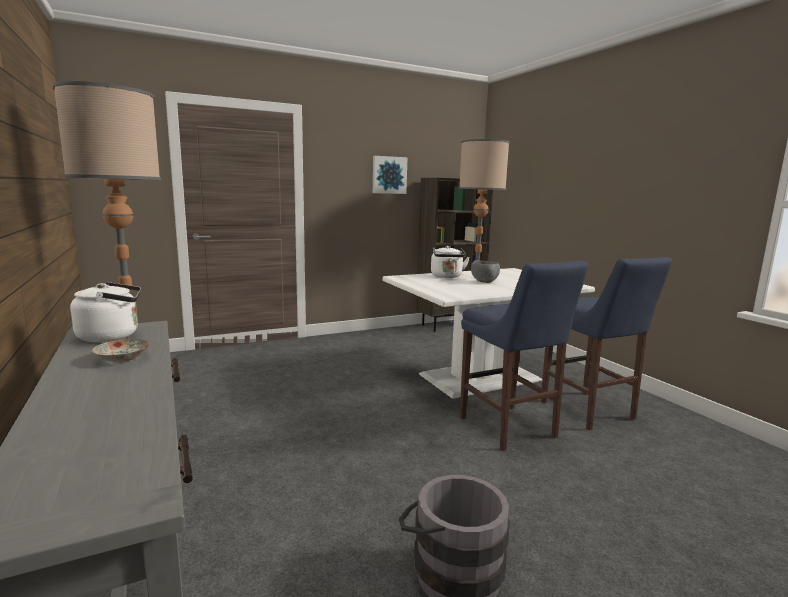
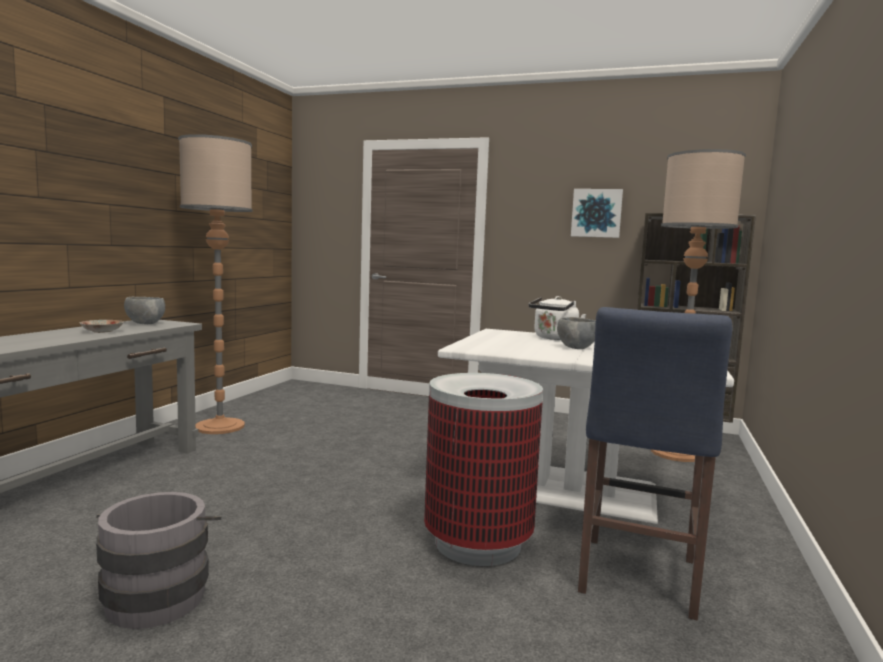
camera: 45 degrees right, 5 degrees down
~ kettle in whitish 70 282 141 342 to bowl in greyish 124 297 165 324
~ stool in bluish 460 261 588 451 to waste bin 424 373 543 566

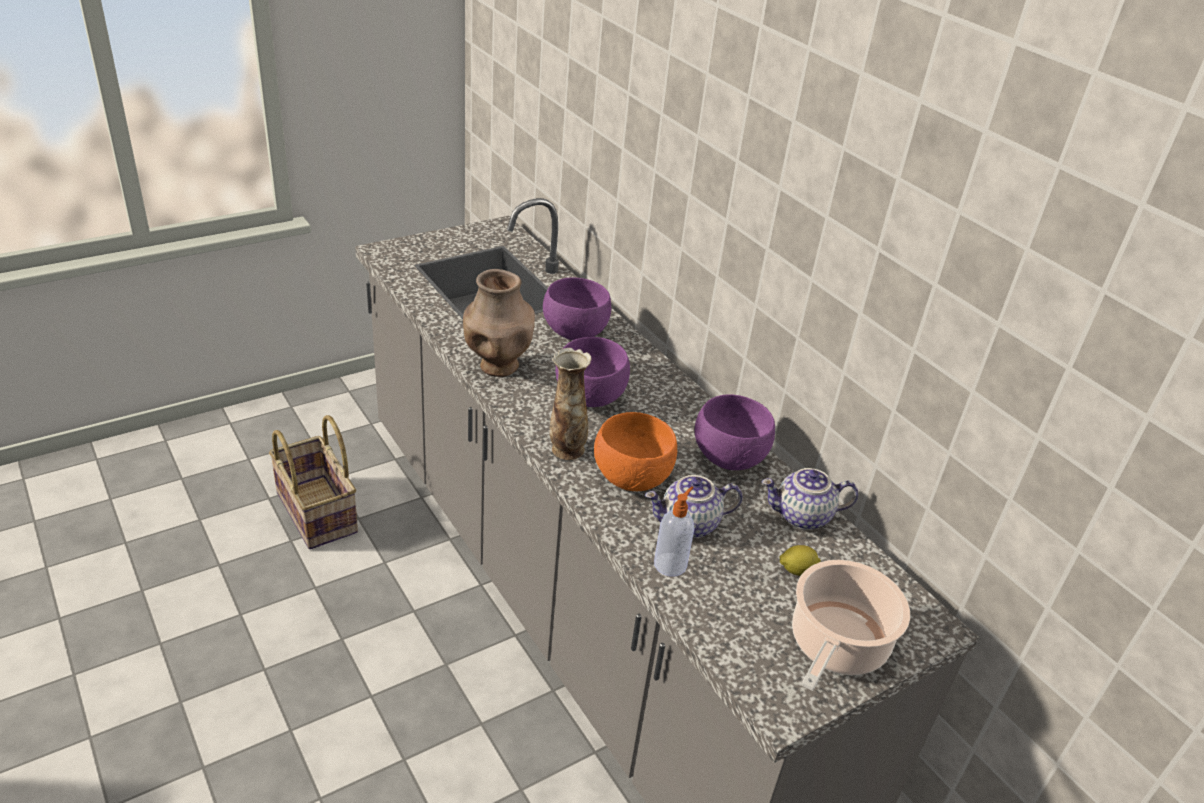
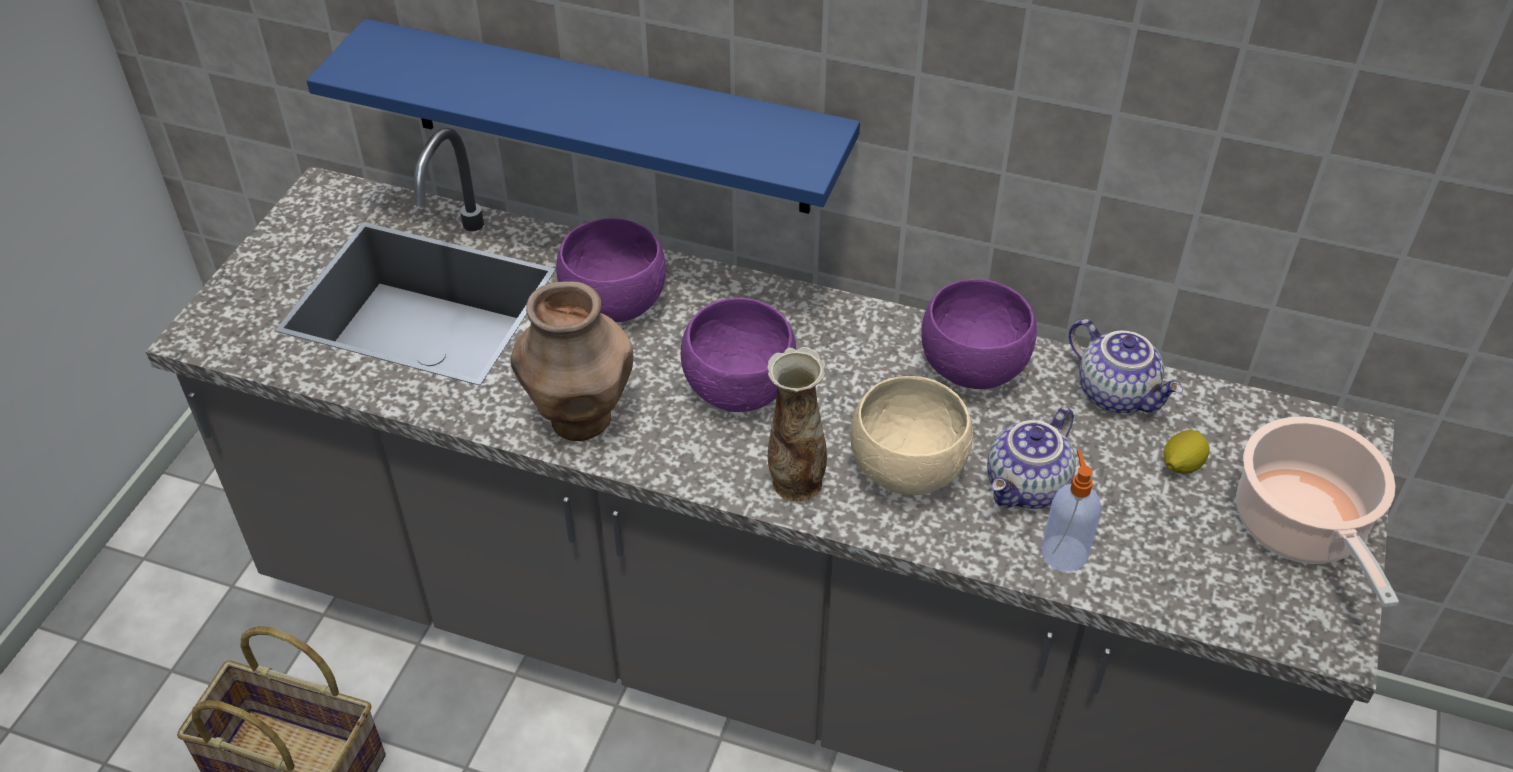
camera: 35 degrees left, 10 degrees up
+ bracket shelf in bluish 306 19 860 214
~ bowl in orange 594 412 677 491 to bowl in beige 850 376 973 495
~ teapot 762 468 858 530 = 1068 319 1183 413 90 degrees counterclockwise

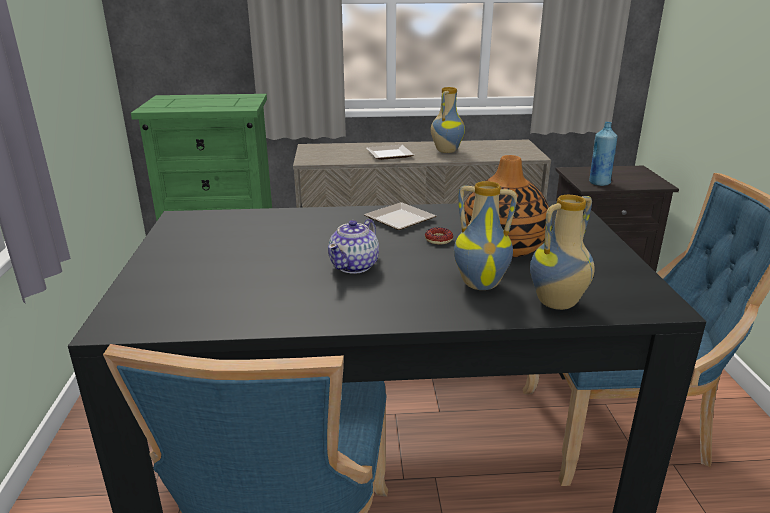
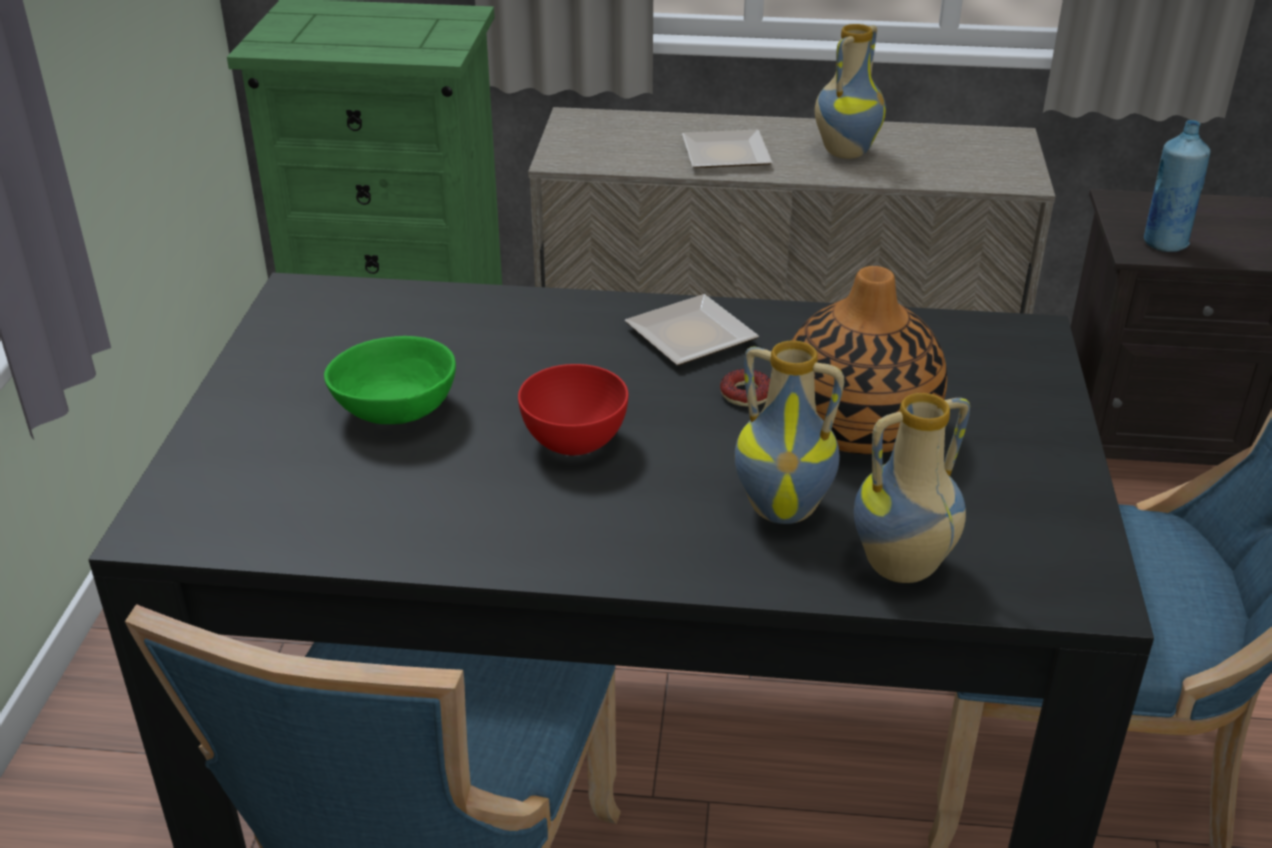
camera: 10 degrees right, 10 degrees up
+ bowl in green-coloured 324 336 456 424
~ teapot 328 219 379 274 to bowl in reddish 518 364 628 455

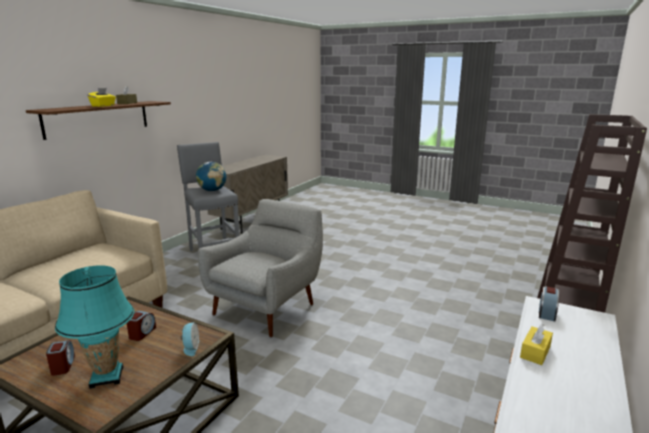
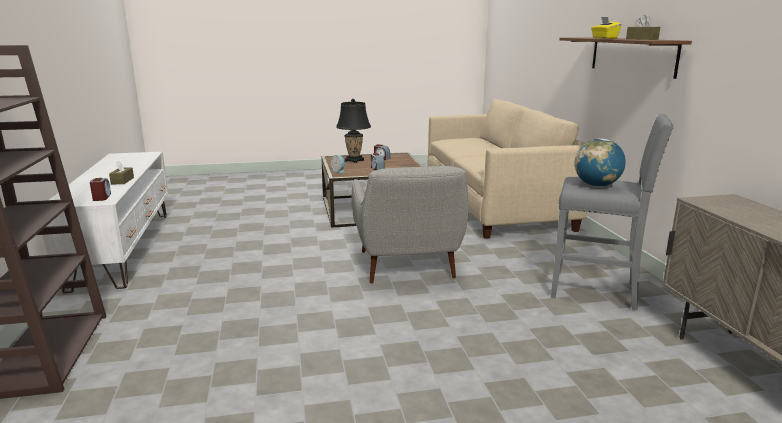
camera: 140 degrees right, 0 degrees up
~ tissue holder in yellowish 520 323 553 365 to tissue holder in brown-coloured 109 160 134 184
~ tabletop lamp in blue-green 55 266 134 389 to tabletop lamp in blackish 336 99 371 163

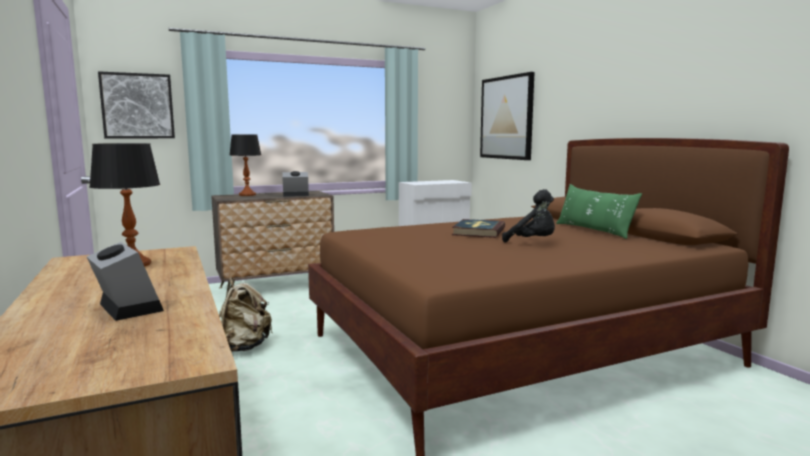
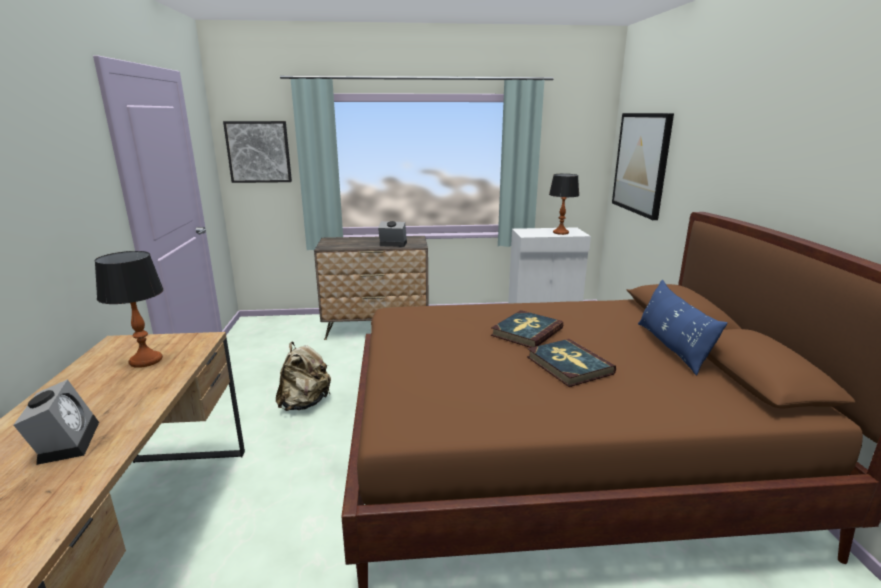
camera: 20 degrees right, 10 degrees up
~ soft toy in blackish 502 189 555 242 to bound book 527 339 616 387
~ tabletop lamp 229 135 261 196 to 549 174 579 235
~ pillow in green-coloured 556 184 642 239 to pillow in bluish 638 280 728 376

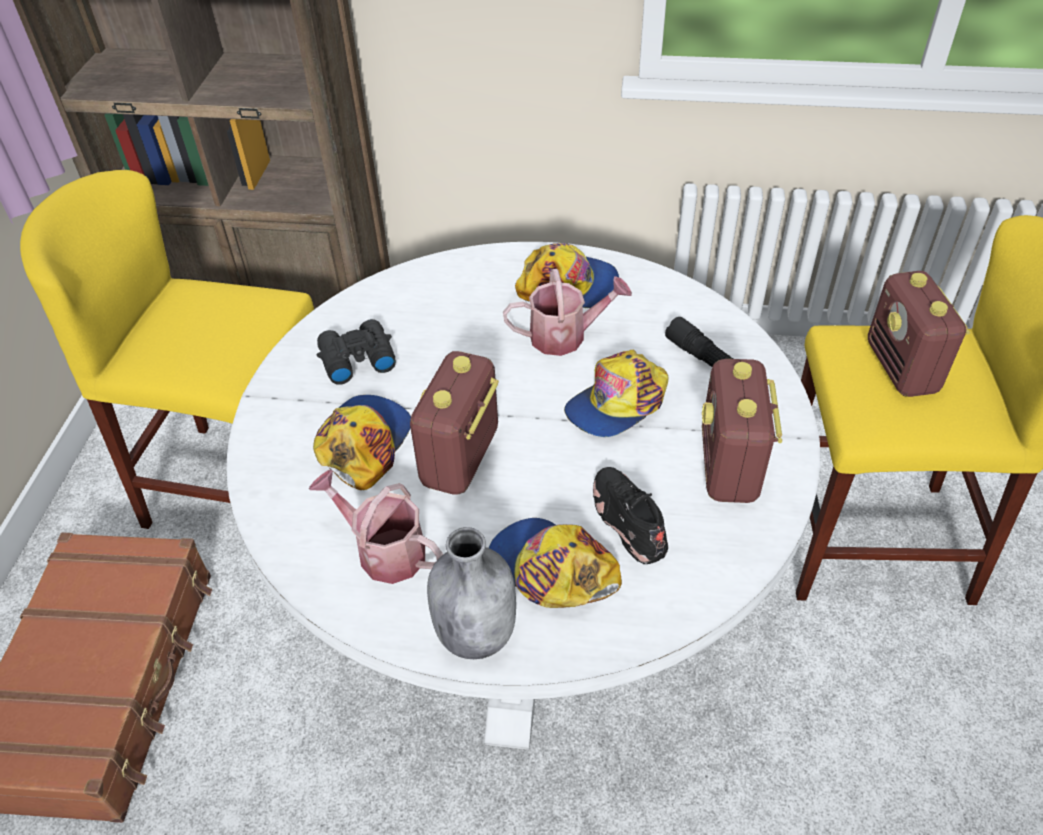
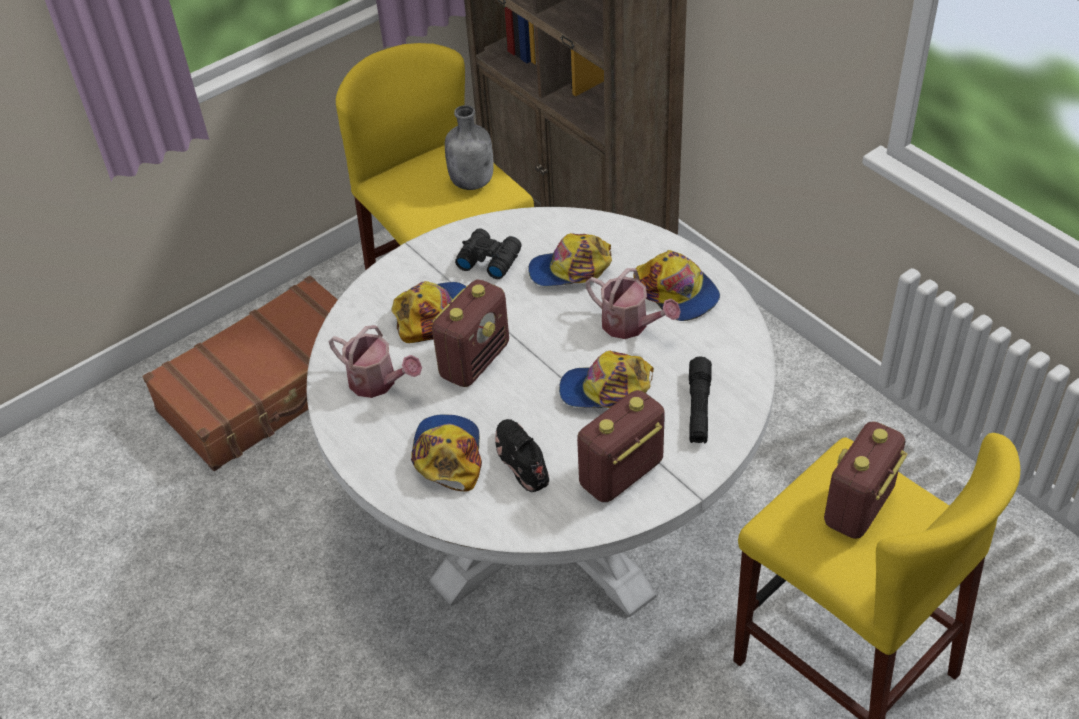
camera: 45 degrees right, 0 degrees up
~ sprinkling can 309 469 443 584 = 329 325 422 398 135 degrees clockwise
~ radio receiver 410 351 499 495 = 432 279 509 387 150 degrees clockwise
~ bottle in greyish 427 527 516 659 to 445 105 494 190
~ item of footwear in blackish 593 467 668 564 = 495 419 549 492 45 degrees counterclockwise
+ baseball cap 528 233 612 286

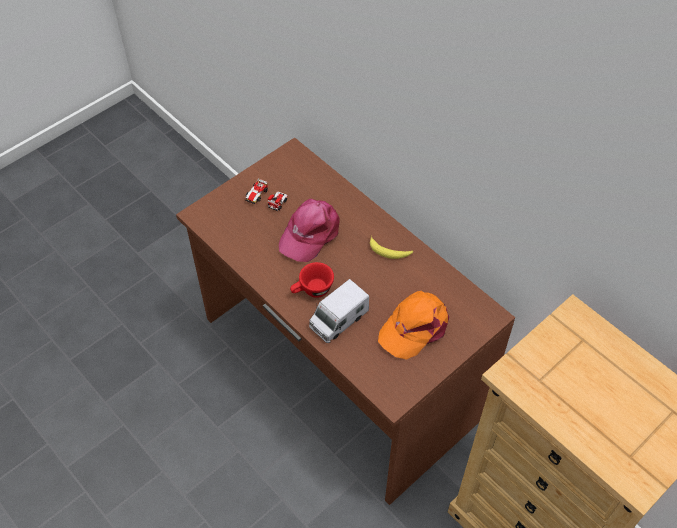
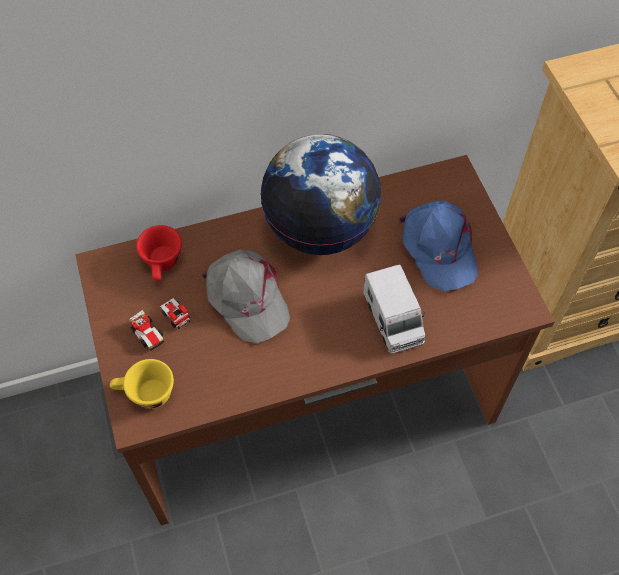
camera: 65 degrees left, 5 degrees up
+ small cup in yellowish 110 359 174 409
~ small cup in reddish 290 262 334 298 to 136 225 182 281
~ baseball cap in pinkish 279 199 340 262 to baseball cap in greyish 202 249 290 343
~ whole banana 370 235 413 259 to globe 260 134 382 255
~ baseball cap in orange 378 291 449 360 to baseball cap in bluish 399 200 478 291

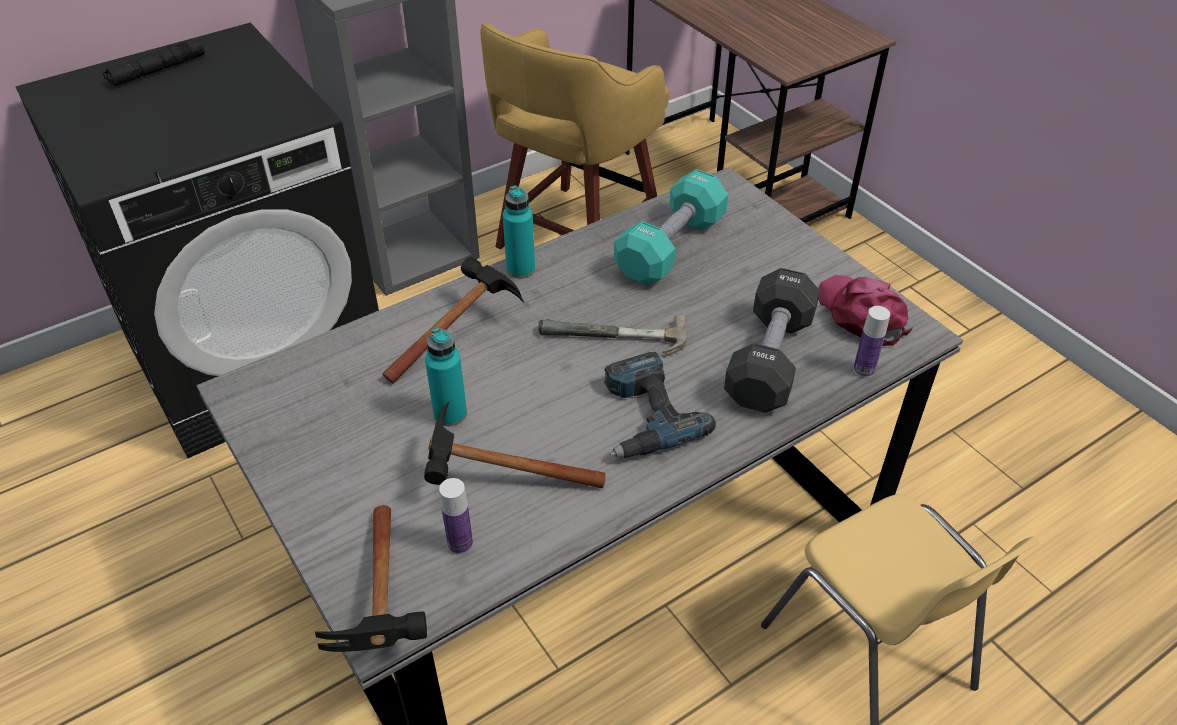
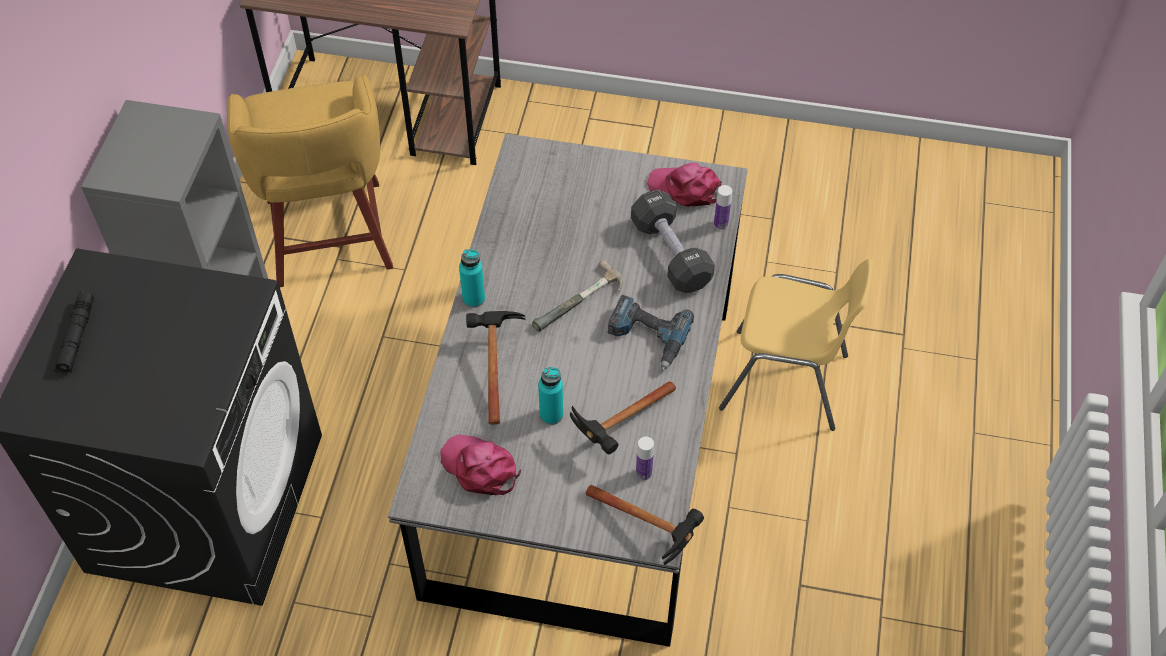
camera: 45 degrees left, 10 degrees up
+ baseball cap in pinkish 440 434 521 495
- hand weight in blue-green 614 169 728 286

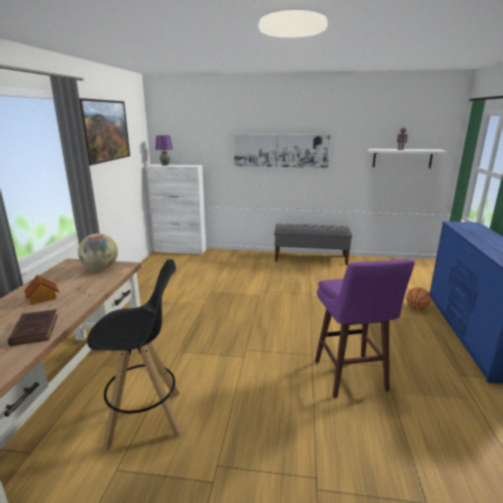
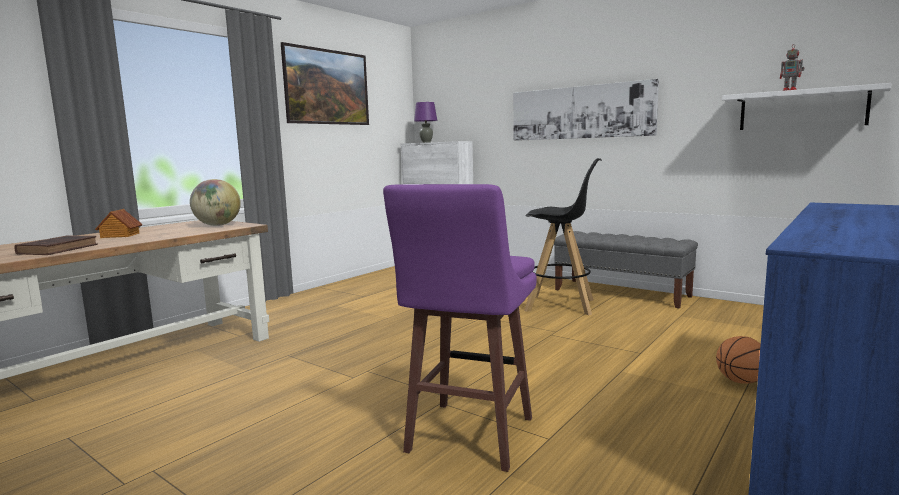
camera: 30 degrees right, 10 degrees down
~ stool in blackish 87 259 183 451 to 524 158 602 315

